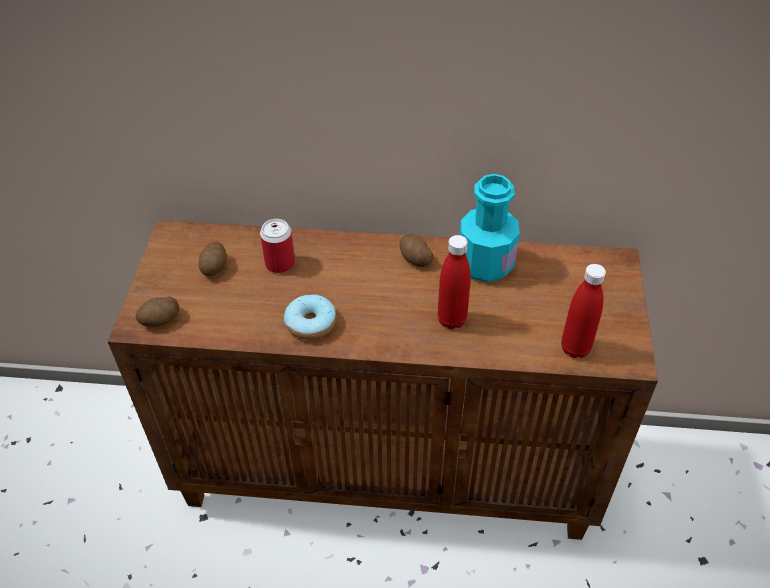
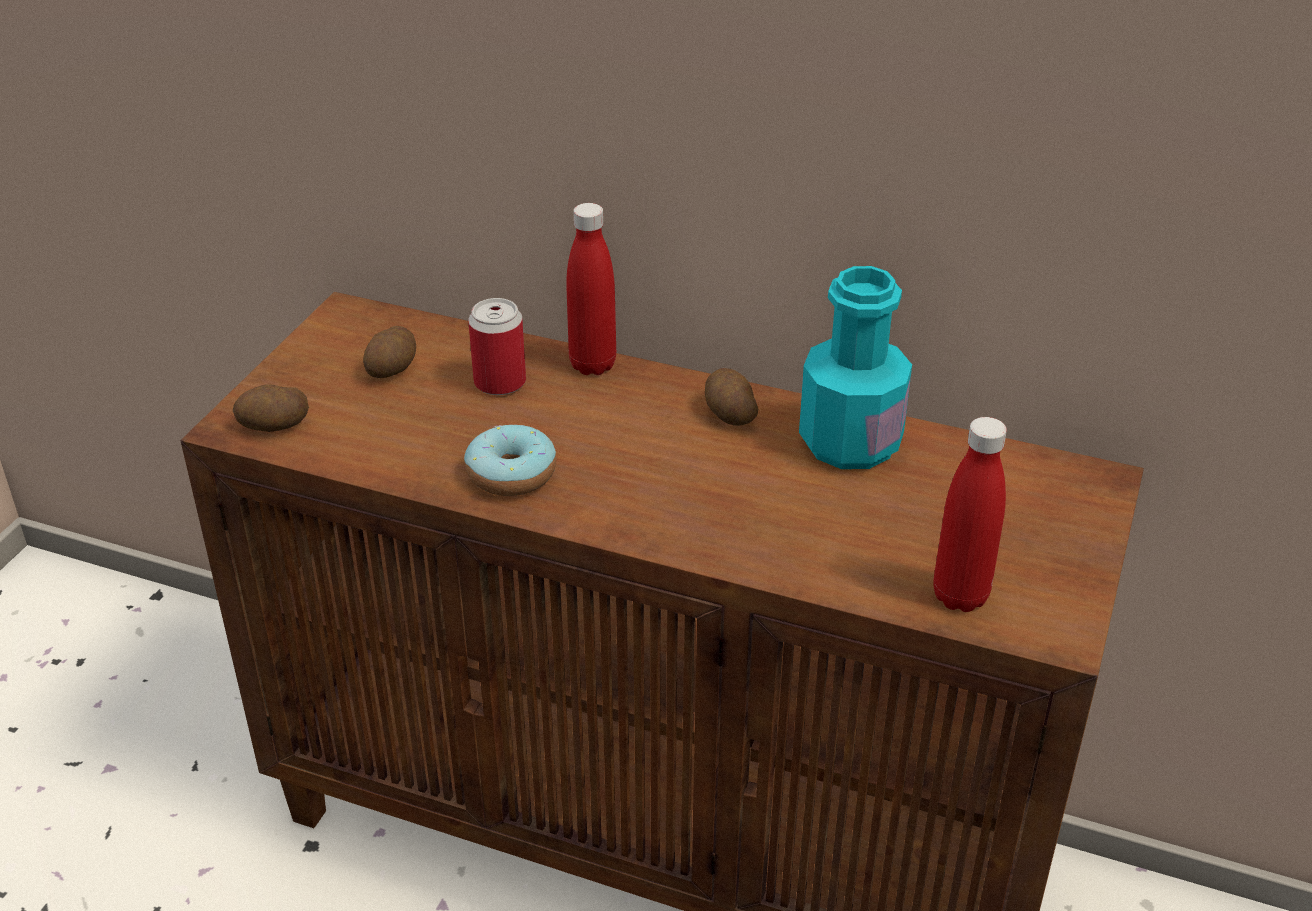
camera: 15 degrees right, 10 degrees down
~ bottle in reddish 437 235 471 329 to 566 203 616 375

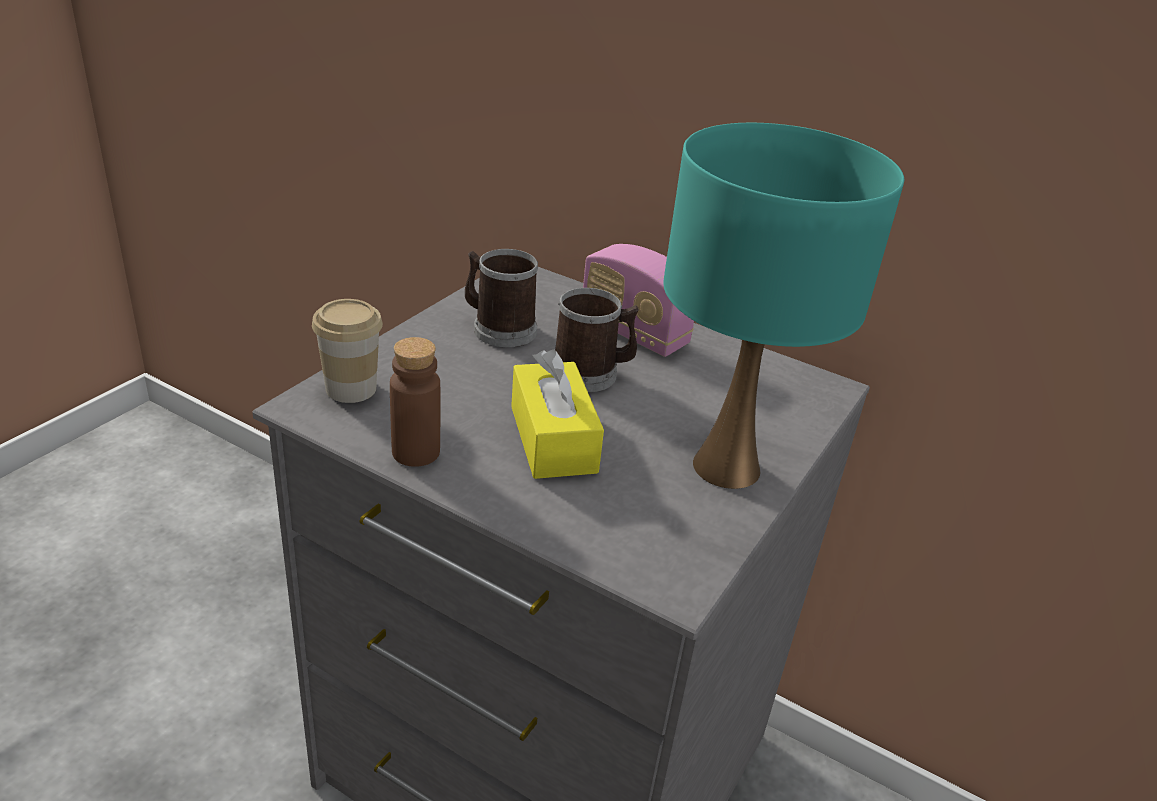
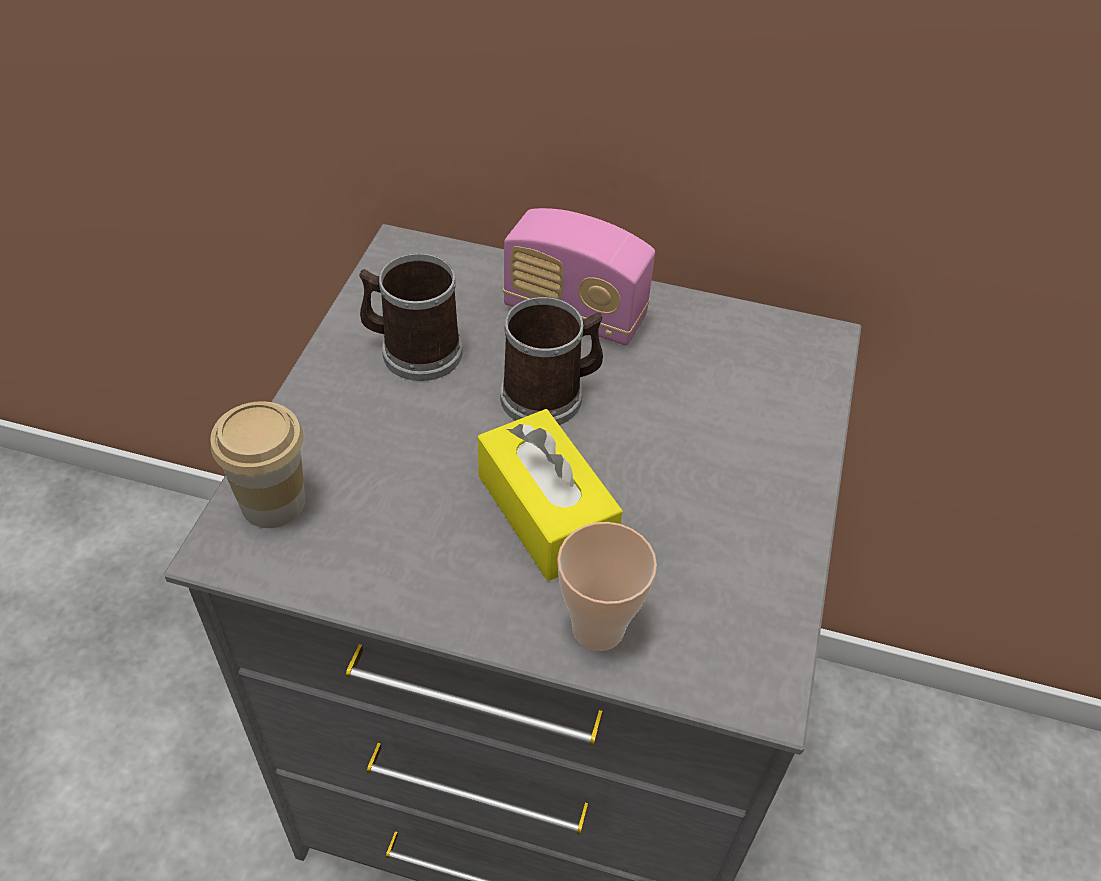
camera: 15 degrees left, 15 degrees up
+ small cup 557 522 657 651
- bottle in brown-coloured 390 337 440 467
- tabletop lamp in blue-green 664 123 904 489

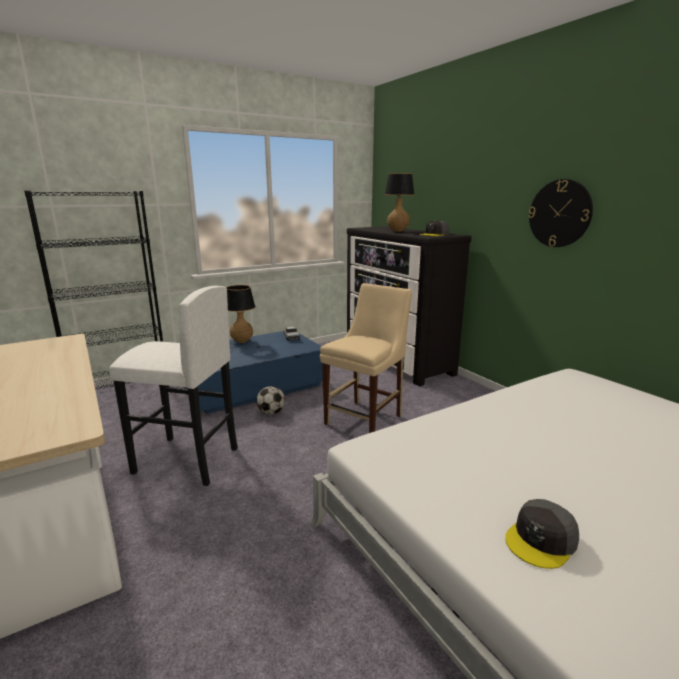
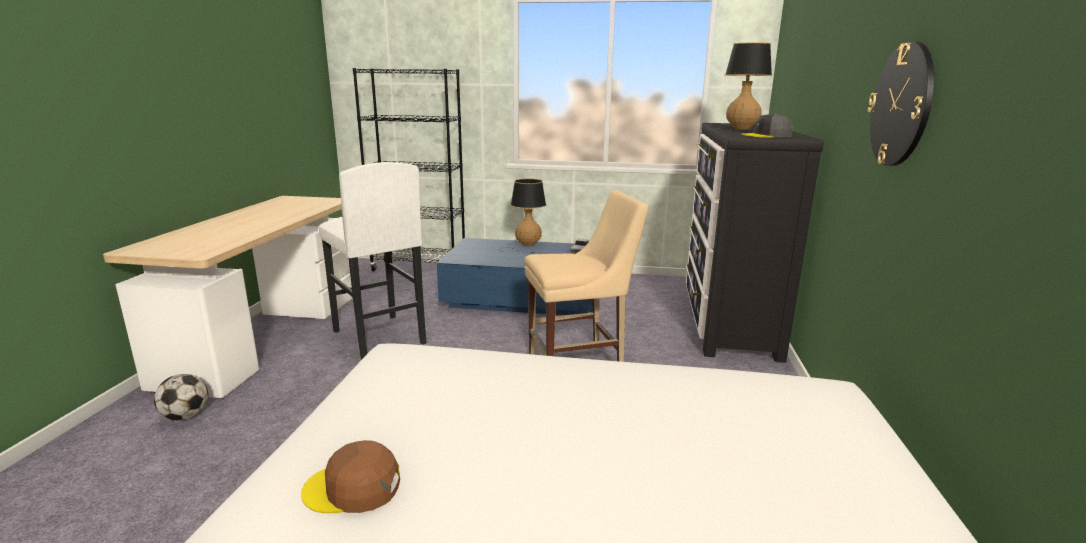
camera: 40 degrees right, 0 degrees up
~ football 256 386 285 415 to 154 374 208 420
~ baseball cap in greyish 505 499 579 569 to baseball cap in brown-coloured 301 440 400 513

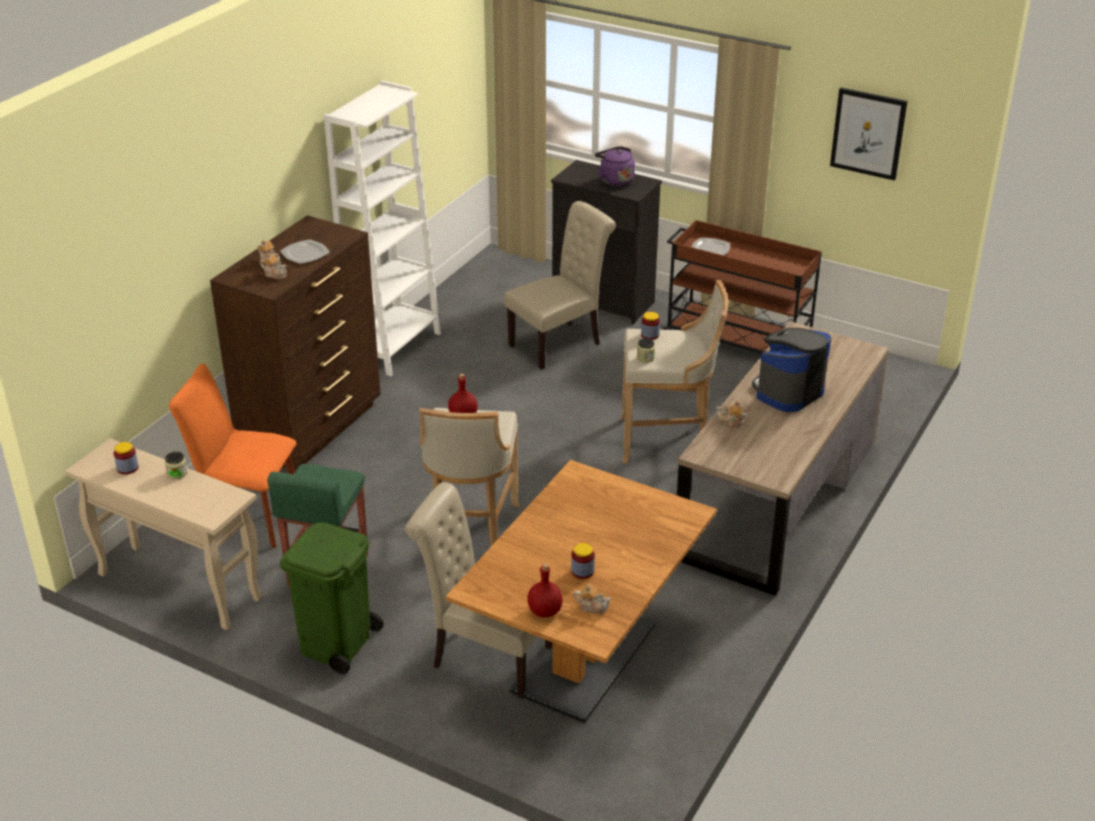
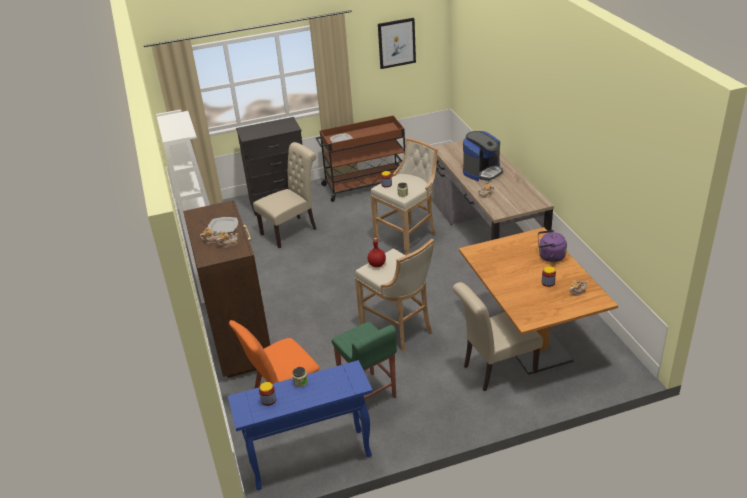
camera: 45 degrees left, 0 degrees up
~ narrow table in beige 65 438 262 630 to narrow table in bluish 228 360 373 490
~ plain chair in beige 504 201 616 370 = 253 142 316 248 45 degrees clockwise
~ coffee brewer 752 328 831 412 = 463 131 503 181 135 degrees counterclockwise
~ kettle in purple-coloured 595 146 635 186 to 538 230 567 262
- waste bin in green-coloured 280 523 384 674
- bottle in reddish 527 563 563 617

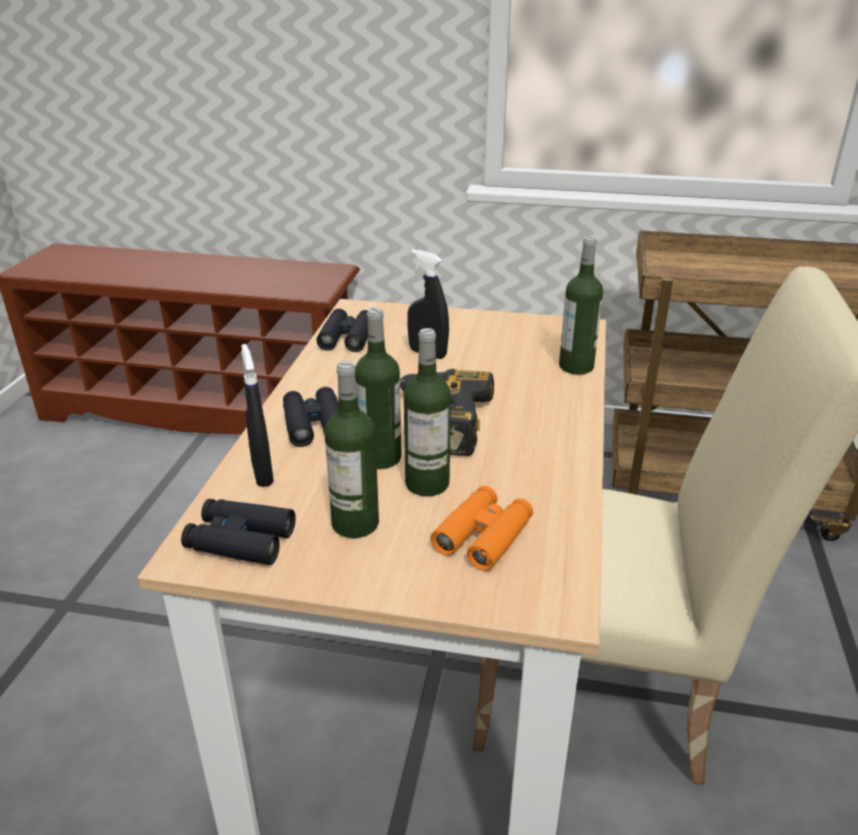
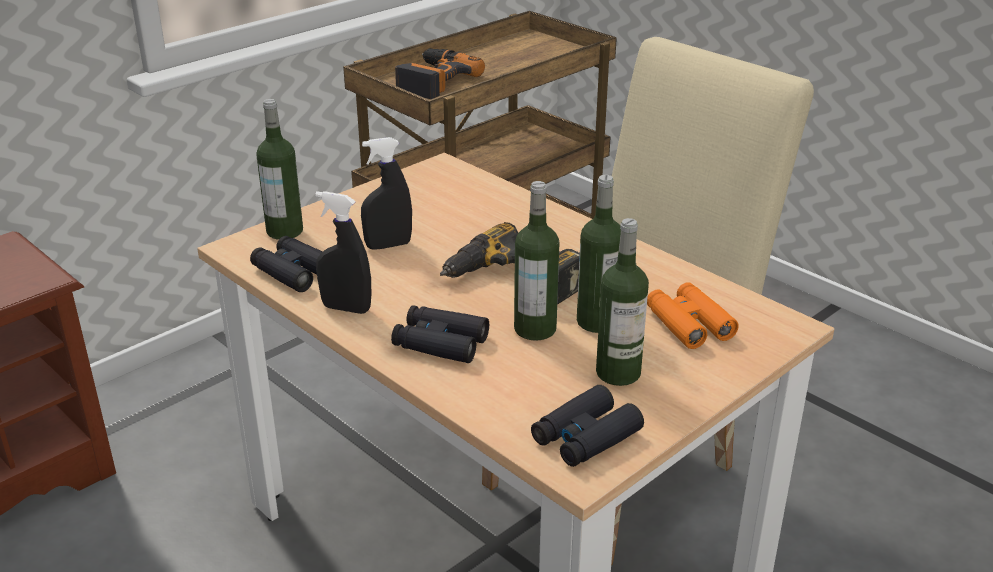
camera: 55 degrees left, 0 degrees up
~ bottle 559 236 603 375 to 257 99 303 240
~ sprayer in blackish 242 344 274 487 to 315 191 371 314
+ drill 395 48 485 99

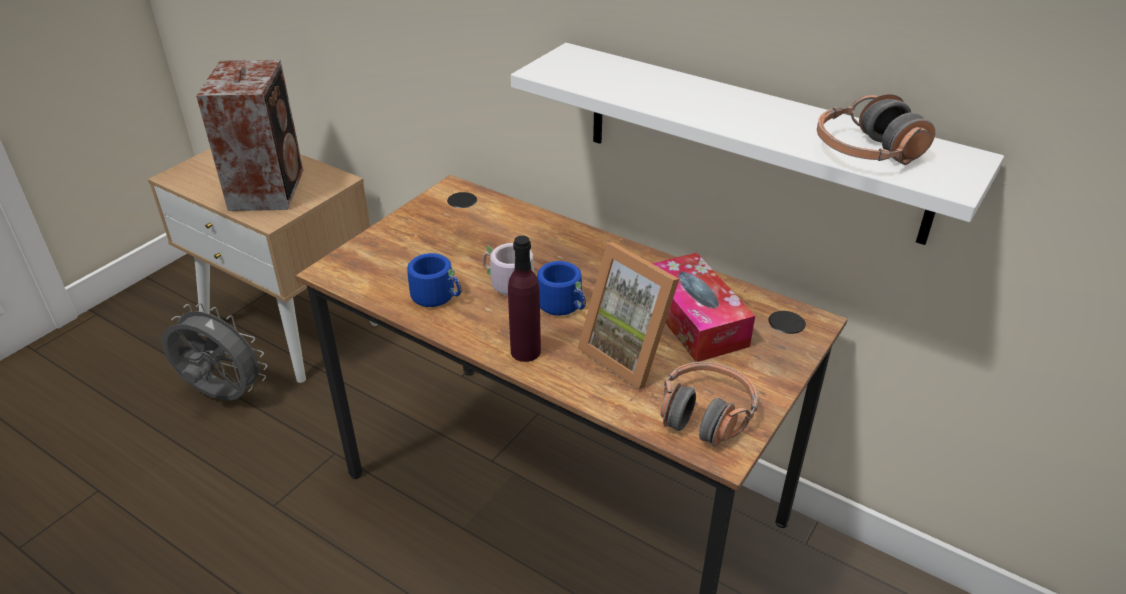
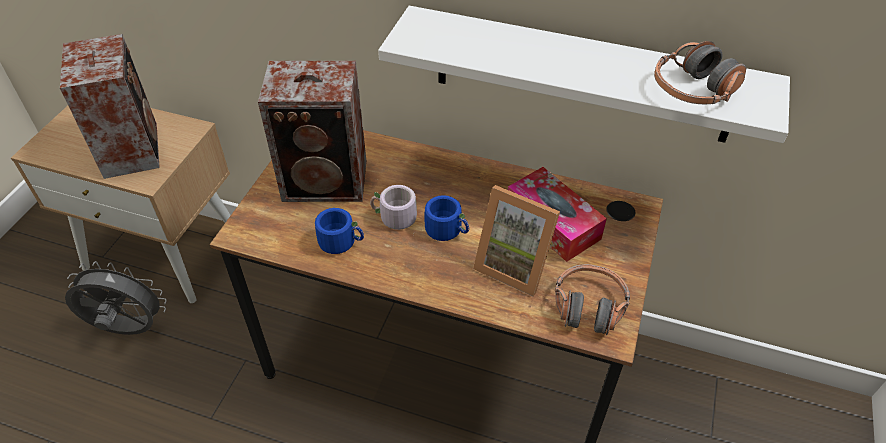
camera: 15 degrees left, 10 degrees up
+ audio speaker 258 61 366 202
- bottle in purple-coloured 508 236 541 362

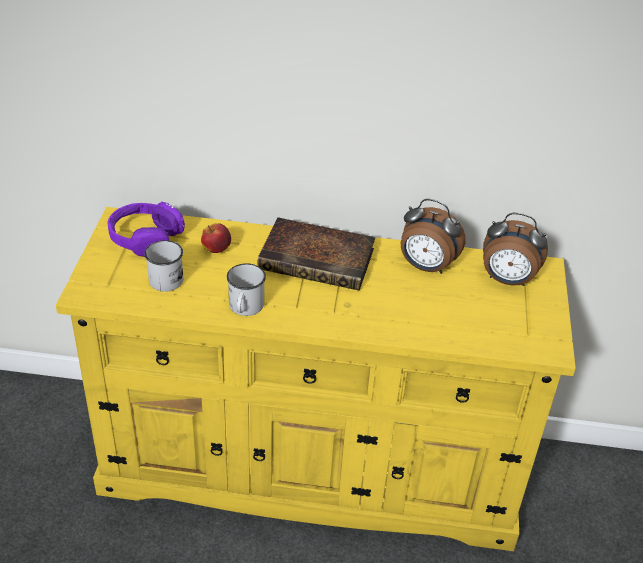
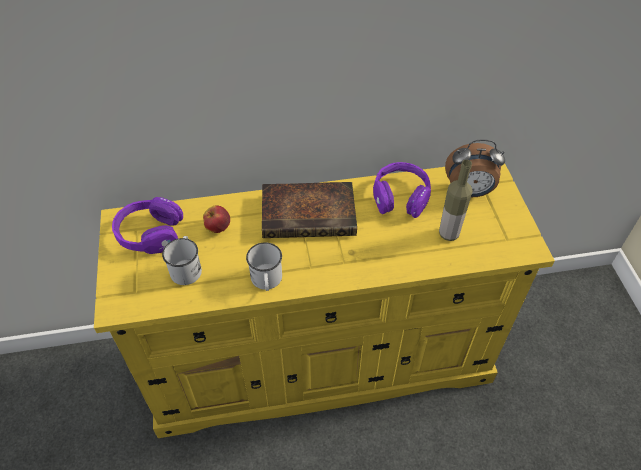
camera: 15 degrees left, 10 degrees up
~ alarm clock 401 199 466 274 to pair of headphones in purple-coloured 373 162 431 218
+ bottle 439 160 473 241

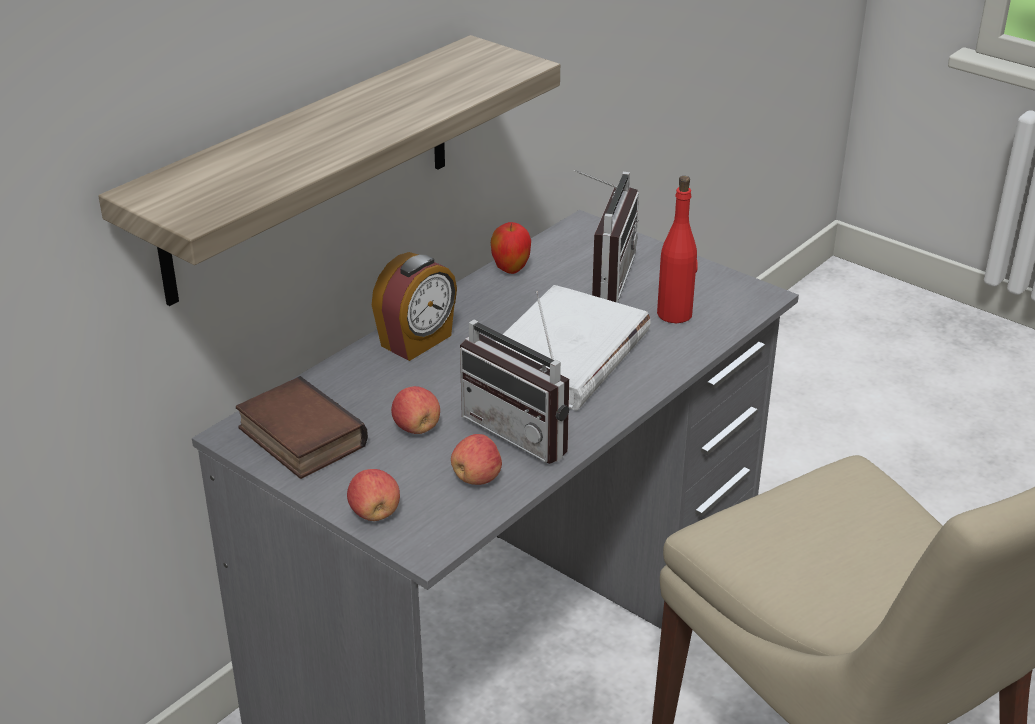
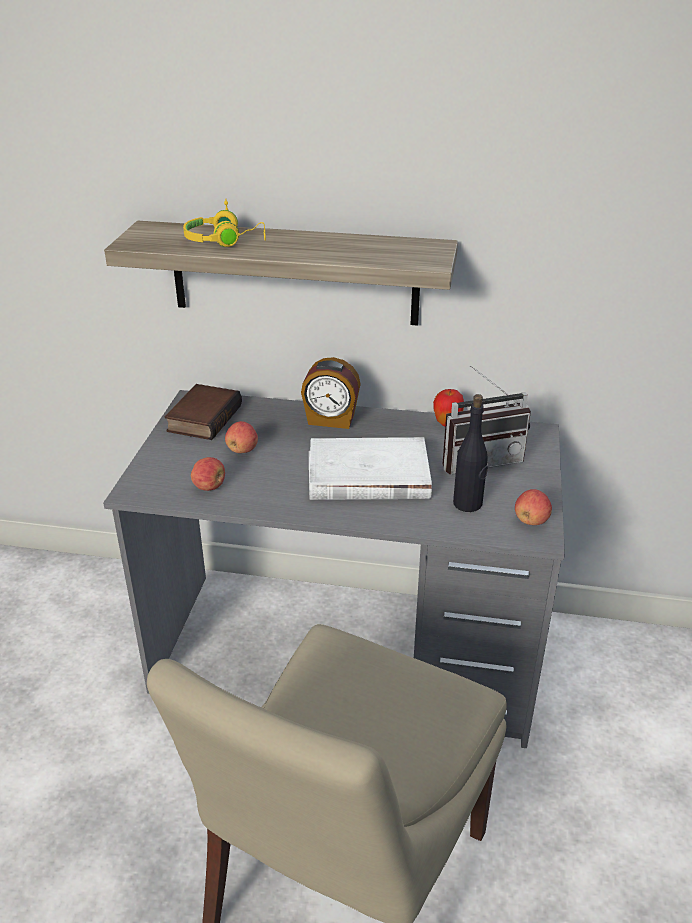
camera: 60 degrees right, 0 degrees up
+ pair of headphones in yellowish 183 199 266 247
~ bottle in reddish 657 176 698 323 to bottle in blackish 453 394 488 512
~ apple fruit 347 469 400 521 to 515 489 552 525
- radio receiver 460 291 569 464

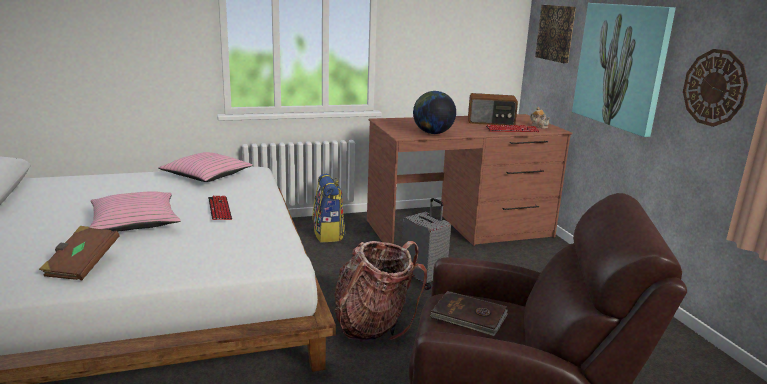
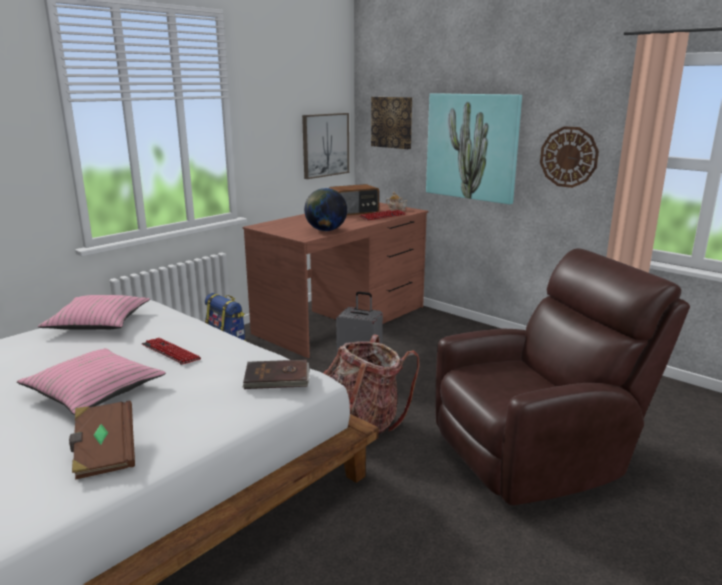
camera: 30 degrees left, 0 degrees up
~ bound book in brown-coloured 430 291 508 336 to 243 360 310 389
+ wall picture 302 113 349 179

